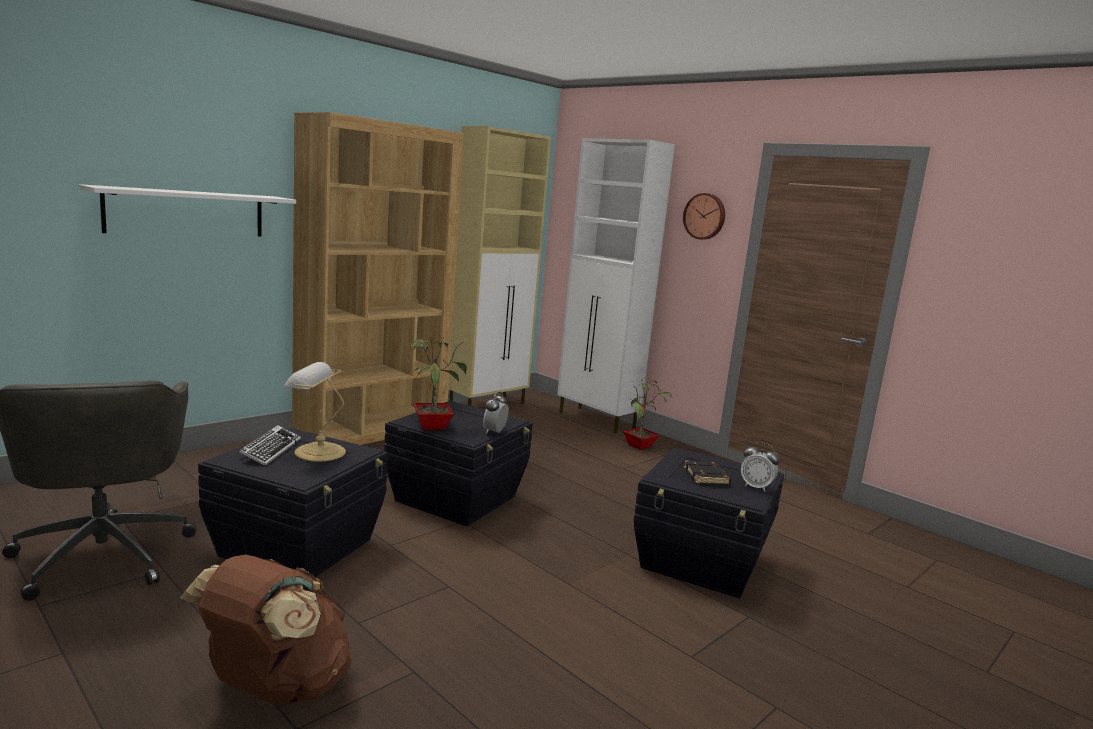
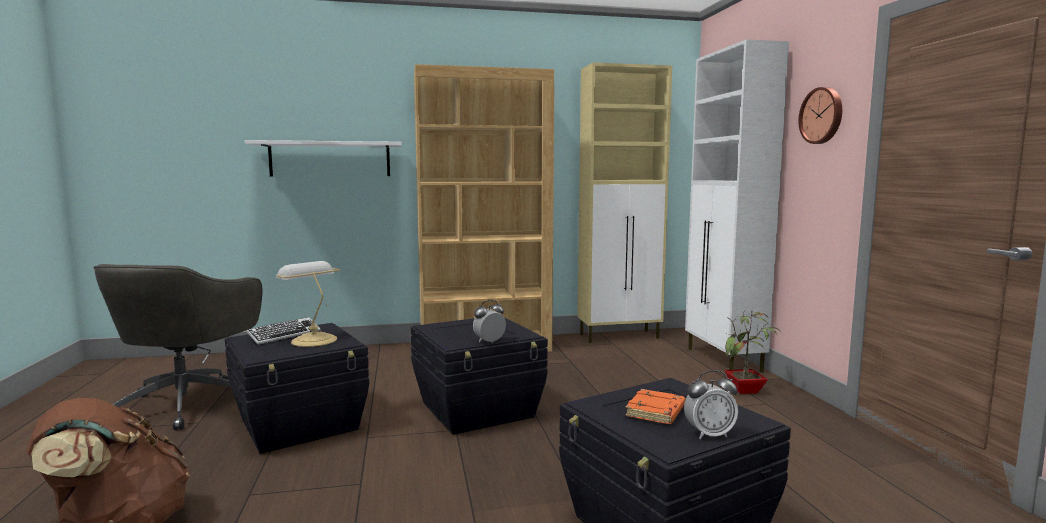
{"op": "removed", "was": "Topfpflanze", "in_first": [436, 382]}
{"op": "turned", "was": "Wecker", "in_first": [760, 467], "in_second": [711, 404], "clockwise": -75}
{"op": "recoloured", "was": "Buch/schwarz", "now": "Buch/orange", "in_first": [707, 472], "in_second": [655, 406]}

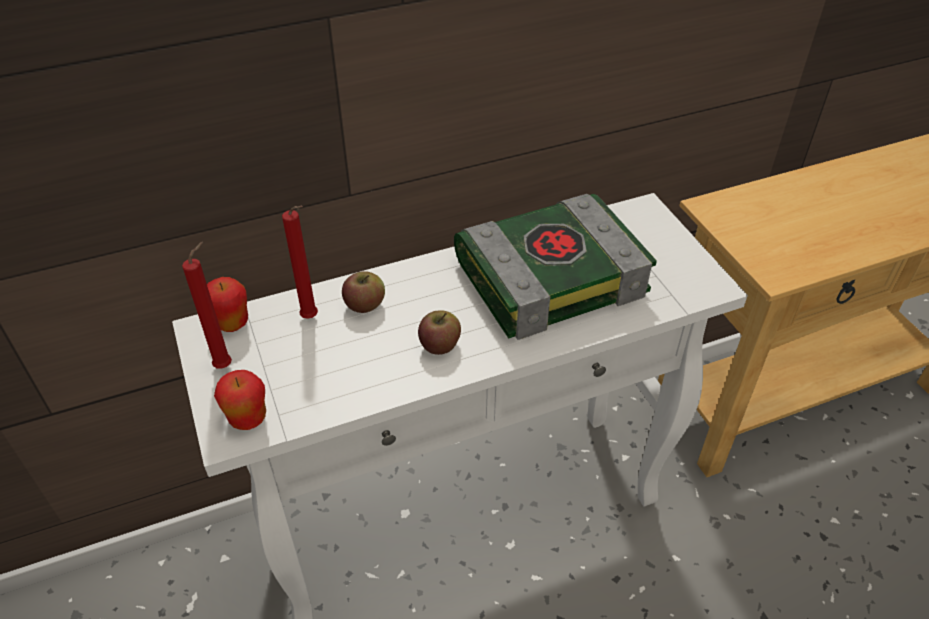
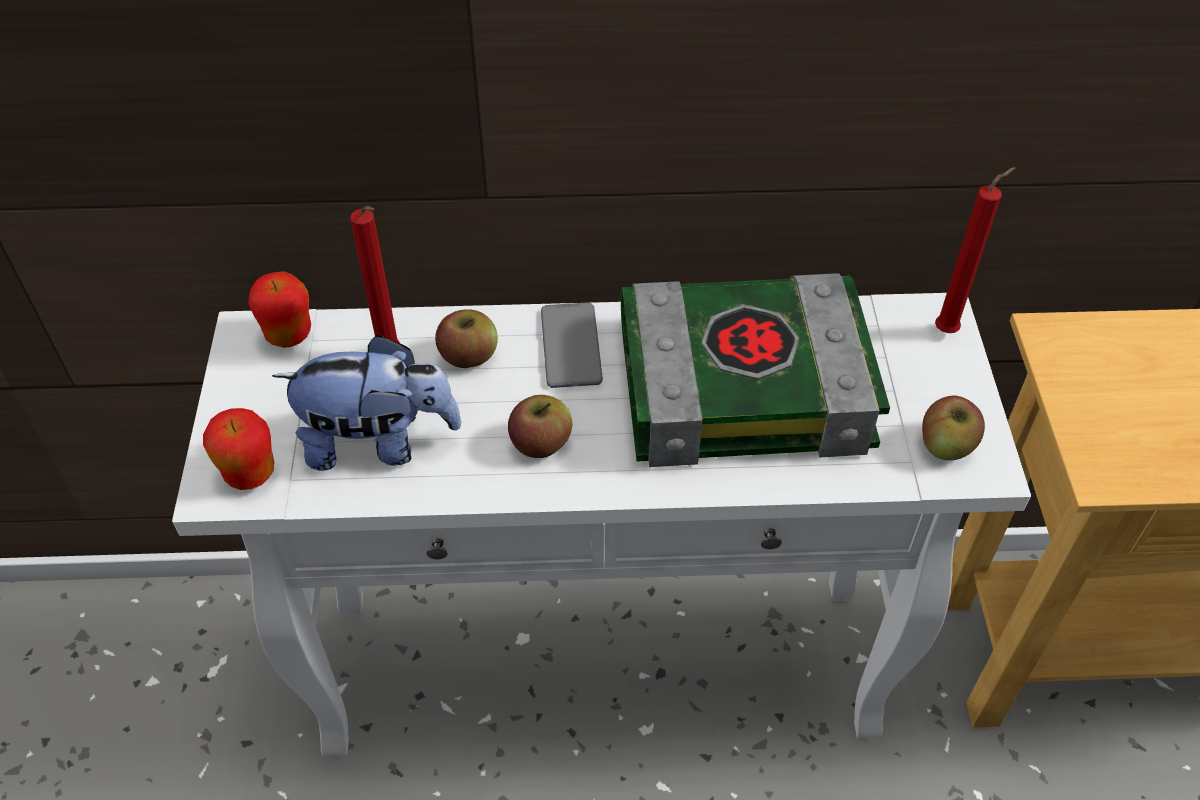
{"op": "moved", "was": "Kerze/rot", "in_first": [207, 305], "in_second": [975, 250]}
{"op": "added", "now": "Handy", "in_second": [572, 345]}
{"op": "added", "now": "Plüschtier", "in_second": [367, 403]}
{"op": "added", "now": "Apfel", "in_second": [953, 428]}

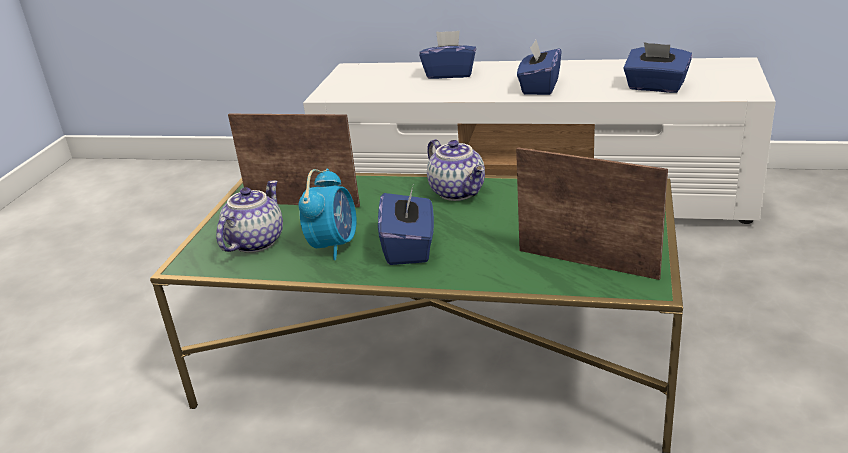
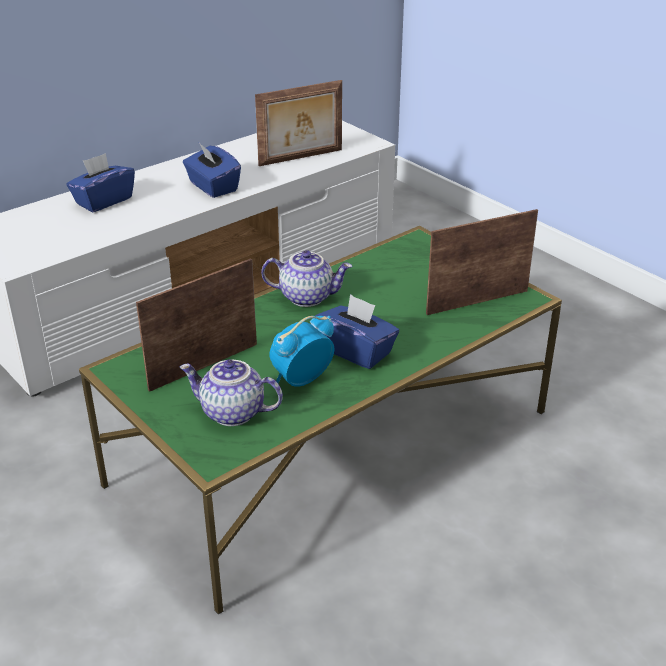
{"op": "replaced", "was": "Taschentuchbox/blau", "now": "Bilderrahmen", "in_first": [657, 67], "in_second": [298, 123]}
{"op": "turned", "was": "Wecker", "in_first": [328, 214], "in_second": [301, 351], "clockwise": -90}
{"op": "turned", "was": "Teekanne", "in_first": [249, 216], "in_second": [231, 393], "clockwise": -45}

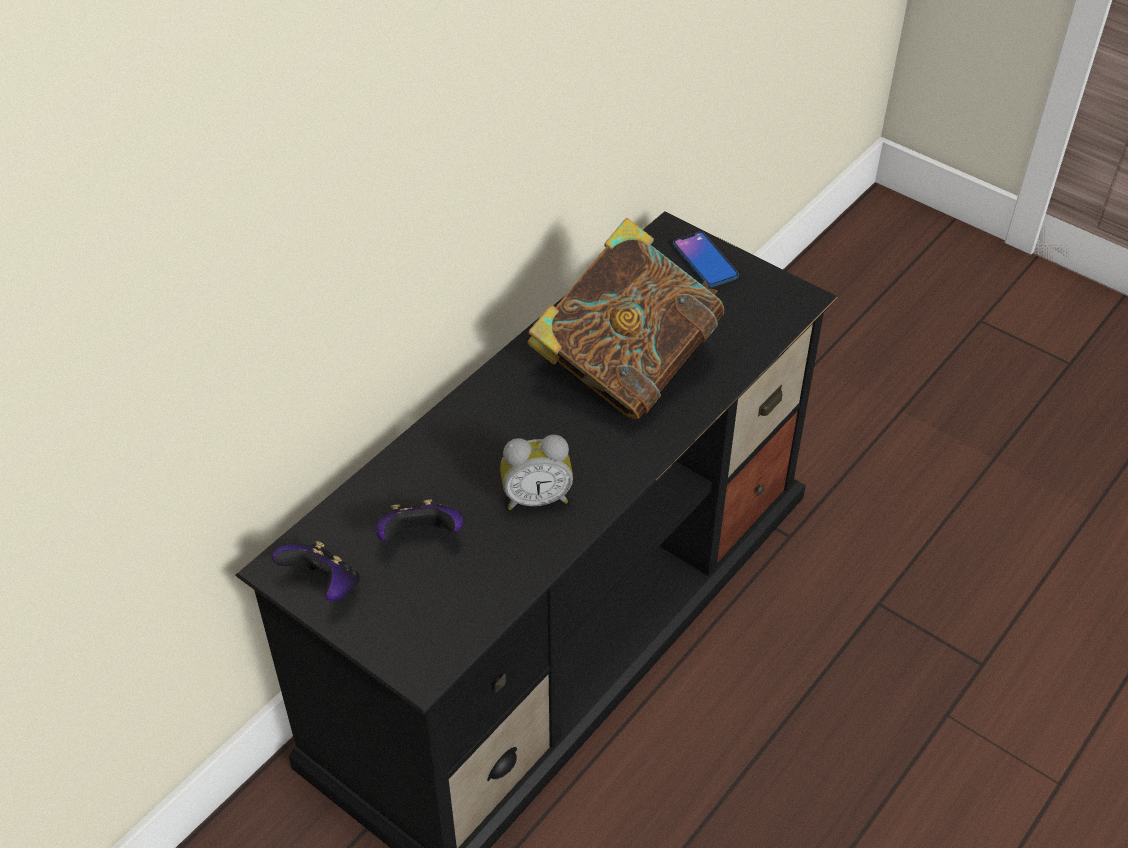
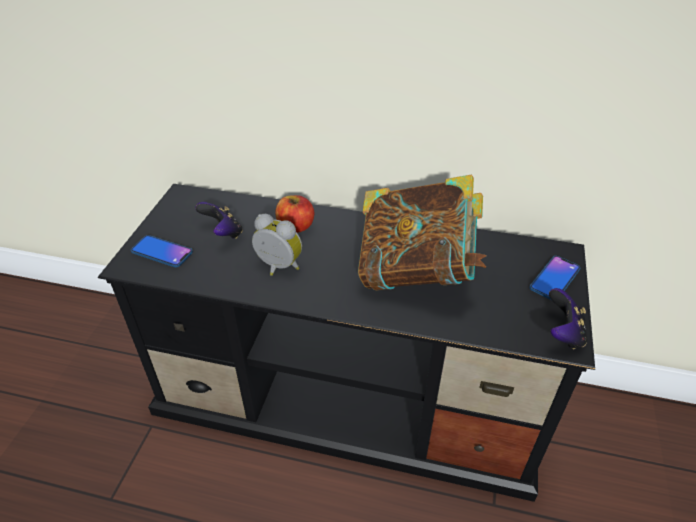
{"op": "turned", "was": "Wecker", "in_first": [536, 472], "in_second": [277, 245], "clockwise": 150}
{"op": "moved", "was": "Gamepad", "in_first": [316, 571], "in_second": [568, 318]}
{"op": "added", "now": "Apfel", "in_second": [294, 214]}
{"op": "added", "now": "Handy", "in_second": [162, 251]}

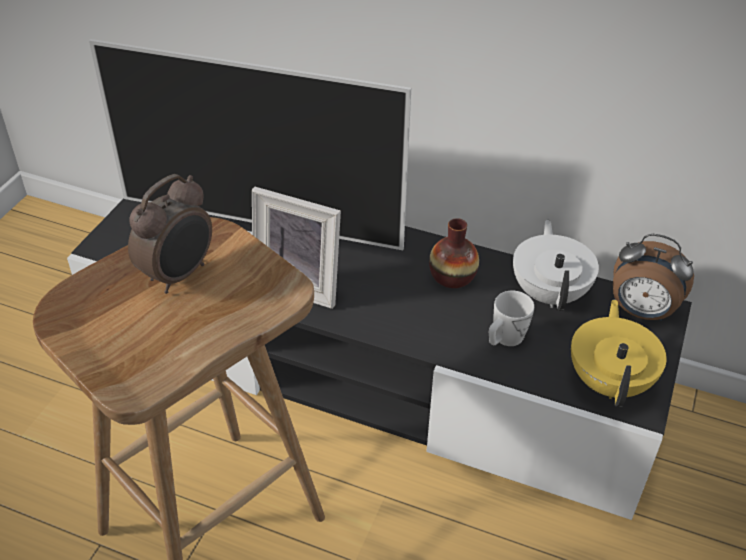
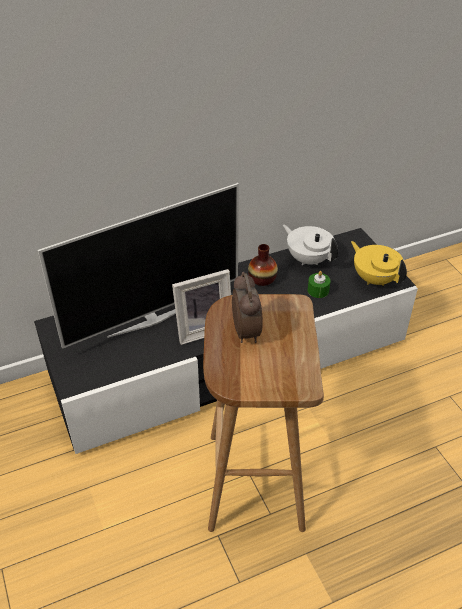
{"op": "removed", "was": "Wecker", "in_first": [653, 277]}
{"op": "replaced", "was": "Henkelbecher/weiß", "now": "Kerze/grün", "in_first": [511, 318], "in_second": [319, 284]}

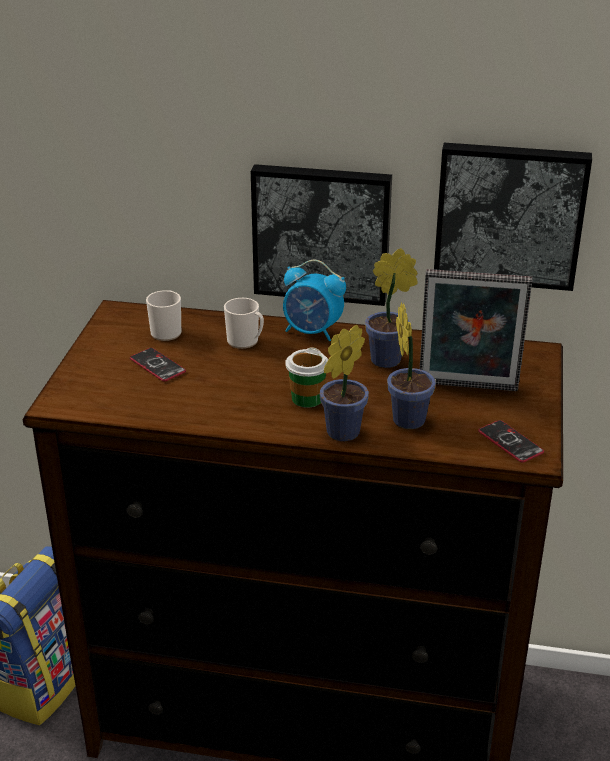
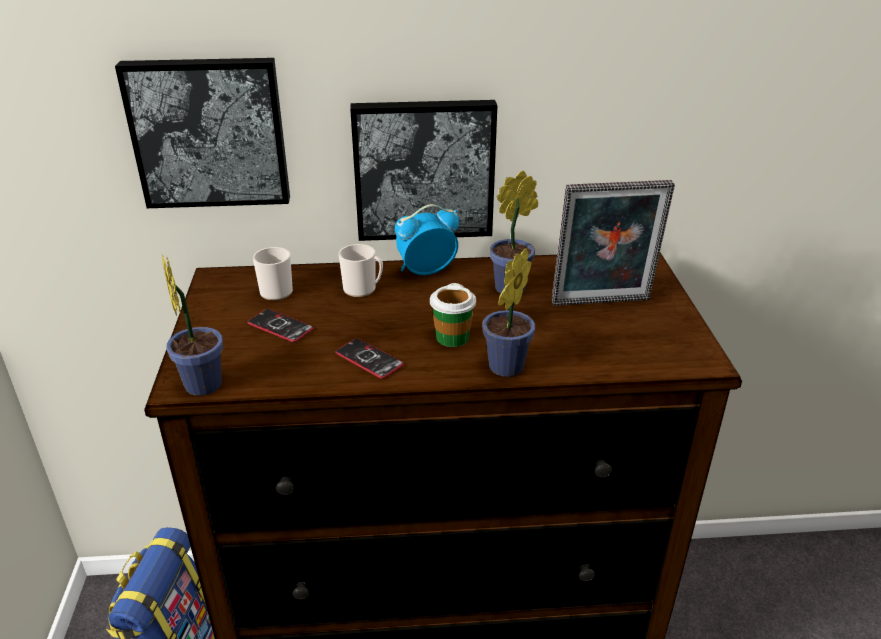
{"op": "moved", "was": "Bild", "in_first": [513, 217], "in_second": [202, 133]}
{"op": "turned", "was": "Wecker", "in_first": [314, 300], "in_second": [427, 239], "clockwise": 150}
{"op": "moved", "was": "Topfpflanze", "in_first": [411, 366], "in_second": [192, 325]}
{"op": "moved", "was": "Handy", "in_first": [511, 441], "in_second": [369, 358]}

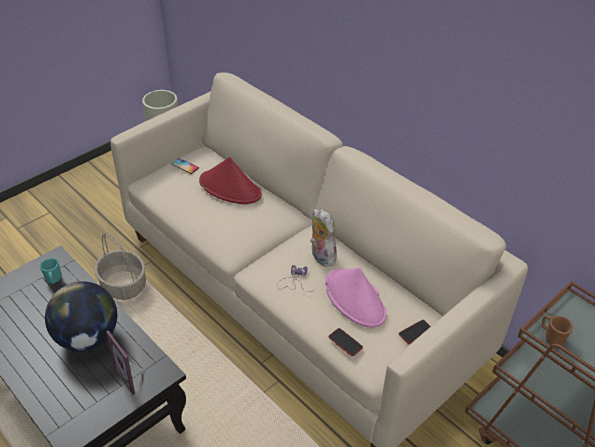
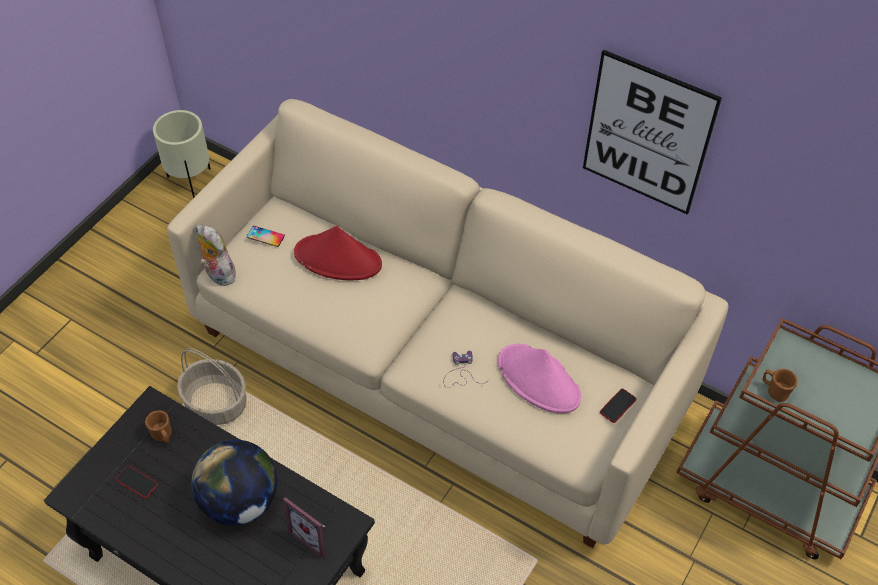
{"op": "moved", "was": "Plüschtier", "in_first": [323, 238], "in_second": [216, 255]}
{"op": "recoloured", "was": "Henkelbecher/türkis", "now": "Henkelbecher/braun", "in_first": [51, 271], "in_second": [158, 427]}
{"op": "moved", "was": "Handy", "in_first": [345, 342], "in_second": [137, 481]}
{"op": "added", "now": "Bild", "in_second": [652, 132]}

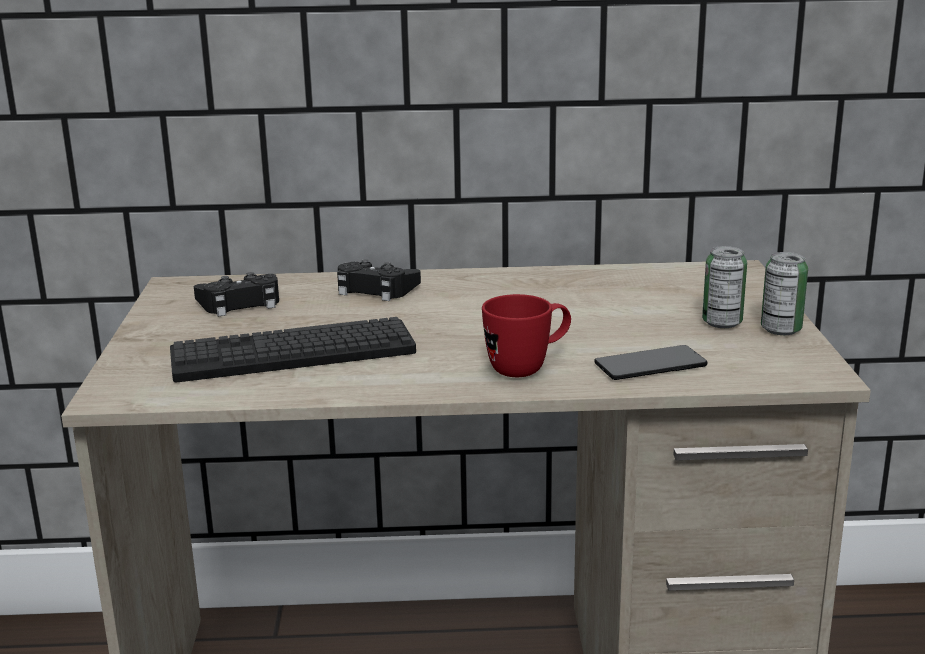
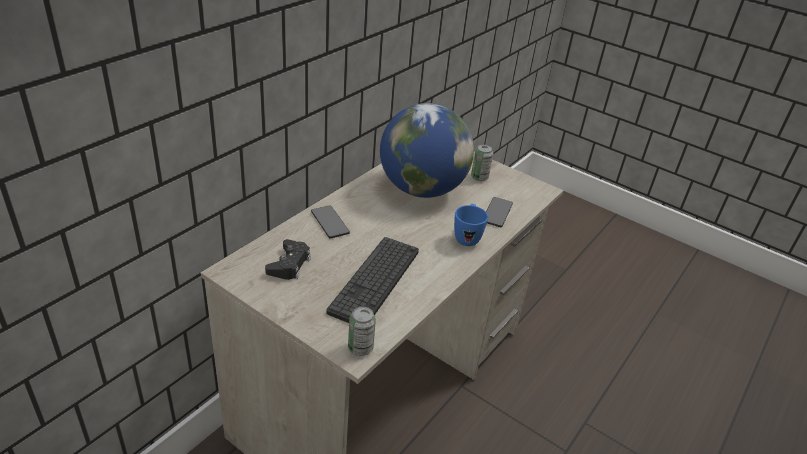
{"op": "moved", "was": "Dose", "in_first": [784, 293], "in_second": [362, 331]}
{"op": "replaced", "was": "Gamepad/schwarz", "now": "Handy", "in_first": [379, 280], "in_second": [330, 222]}
{"op": "recoloured", "was": "Henkelbecher/rot", "now": "Henkelbecher/blau", "in_first": [526, 335], "in_second": [471, 225]}
{"op": "added", "now": "Globus", "in_second": [427, 150]}

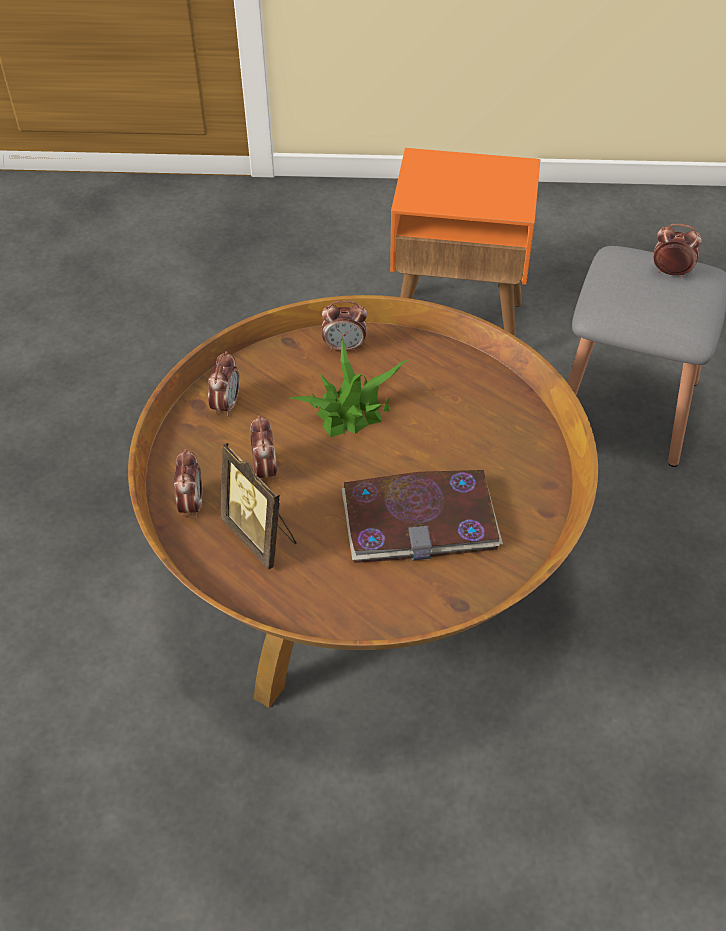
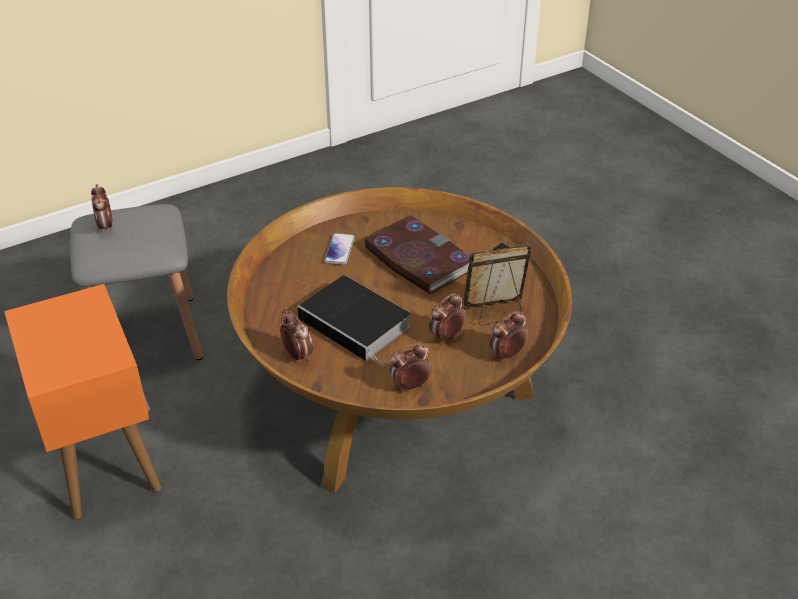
{"op": "replaced", "was": "Topfpflanze", "now": "Buch", "in_first": [349, 388], "in_second": [354, 321]}
{"op": "turned", "was": "Bilderrahmen", "in_first": [258, 506], "in_second": [497, 284], "clockwise": -120}
{"op": "added", "now": "Handy", "in_second": [340, 249]}

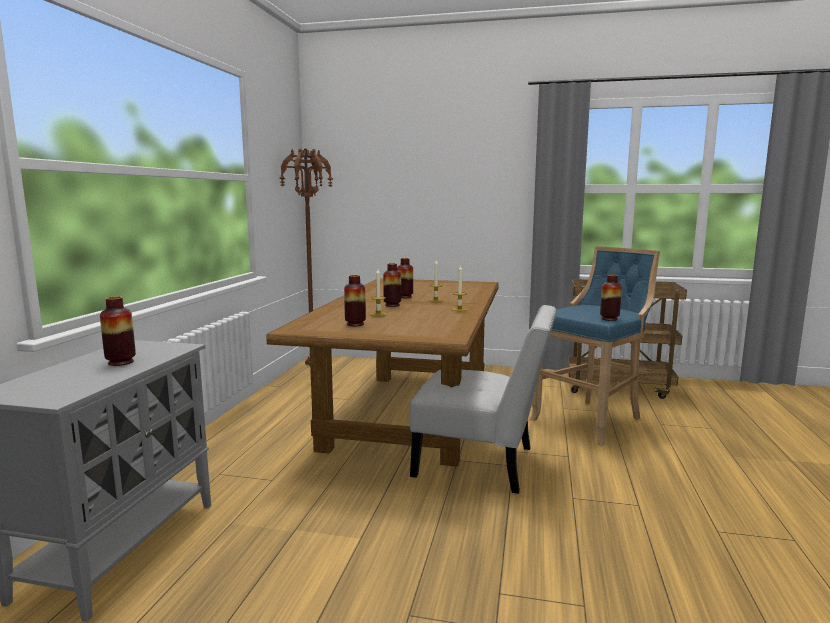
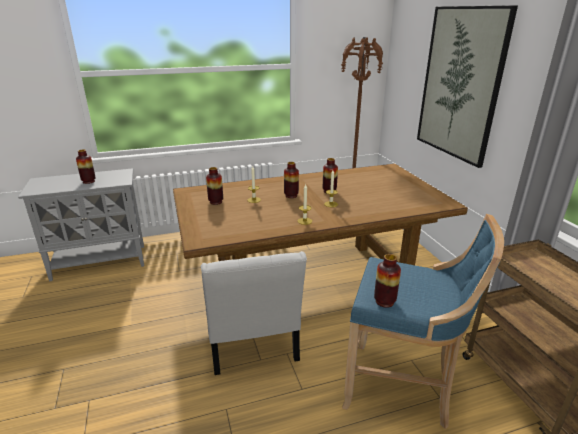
{"op": "added", "now": "Bild", "in_second": [467, 86]}

